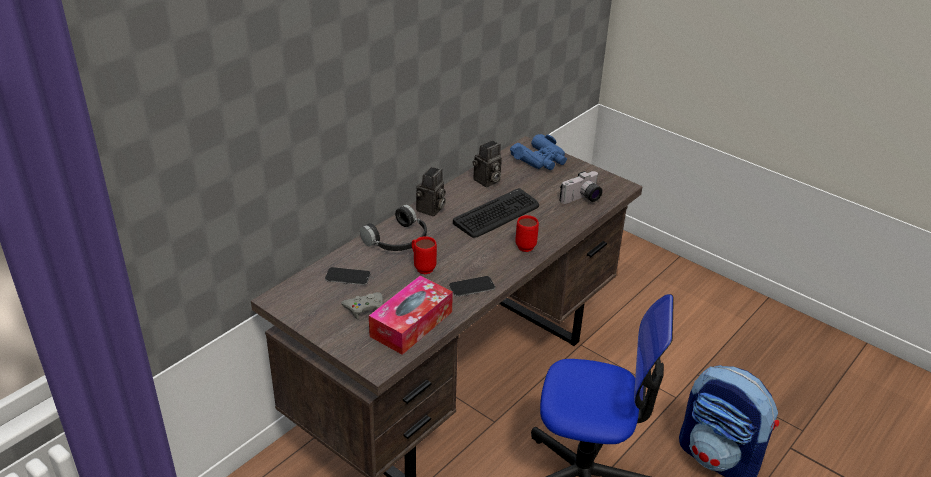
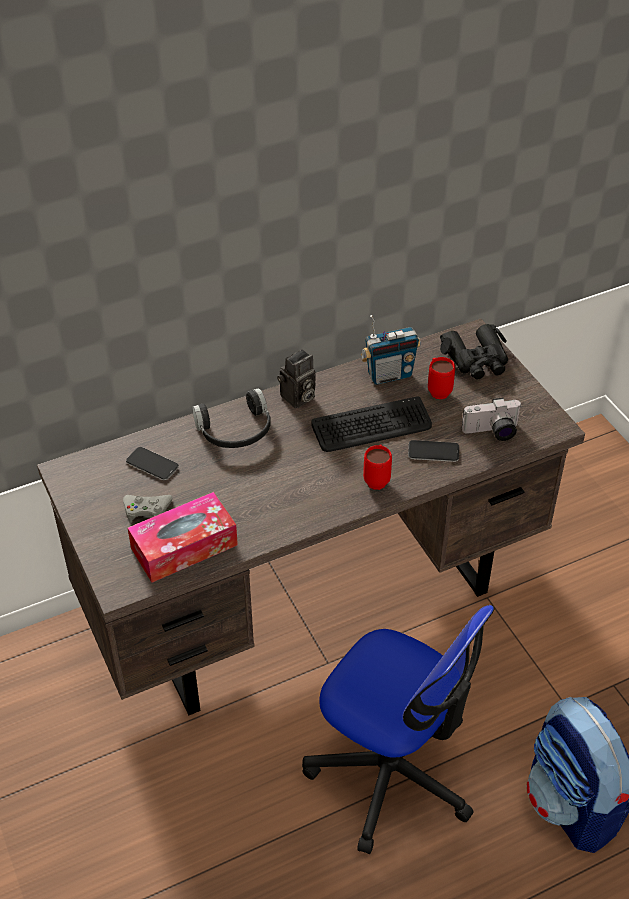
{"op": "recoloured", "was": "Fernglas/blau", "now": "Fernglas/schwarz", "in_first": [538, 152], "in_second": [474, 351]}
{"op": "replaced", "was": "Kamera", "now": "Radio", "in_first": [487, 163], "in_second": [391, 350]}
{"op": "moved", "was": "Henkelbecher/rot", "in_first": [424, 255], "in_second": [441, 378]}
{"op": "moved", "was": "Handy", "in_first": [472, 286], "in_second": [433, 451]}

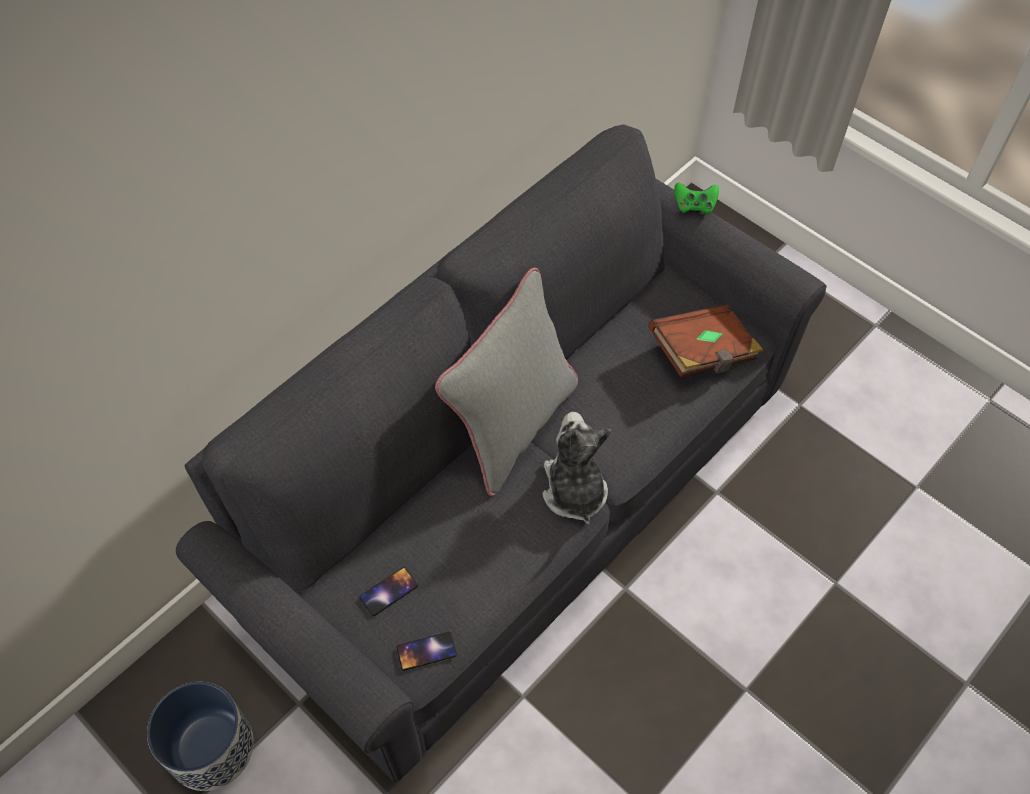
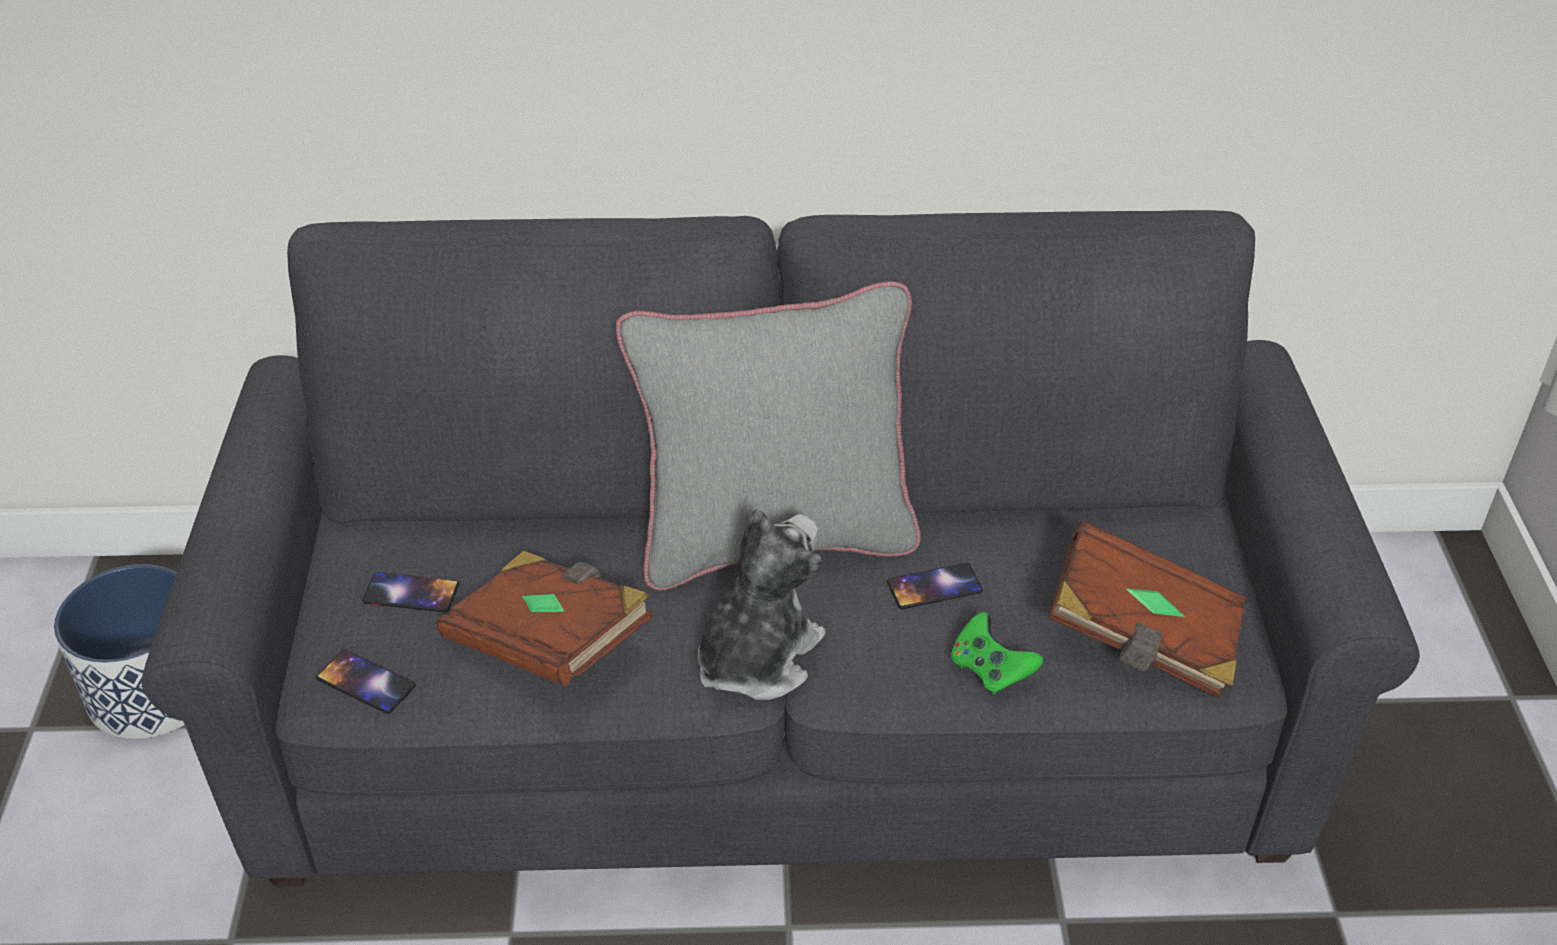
{"op": "moved", "was": "Gamepad/grün", "in_first": [696, 198], "in_second": [997, 653]}
{"op": "added", "now": "Buch/braun", "in_second": [545, 619]}
{"op": "added", "now": "Handy", "in_second": [935, 586]}

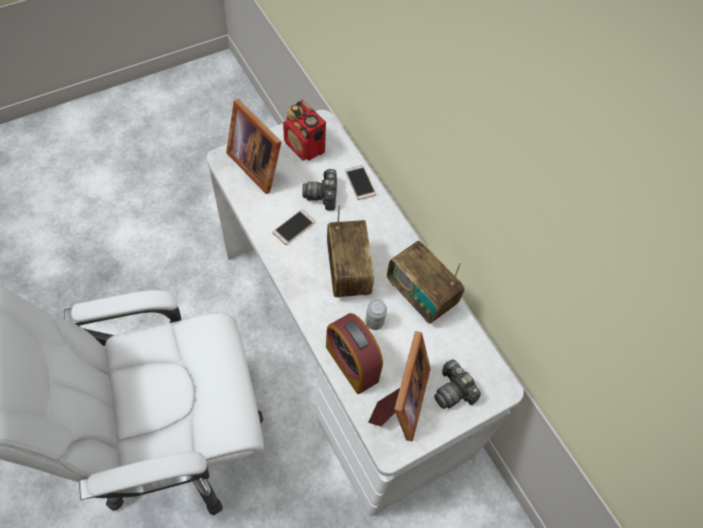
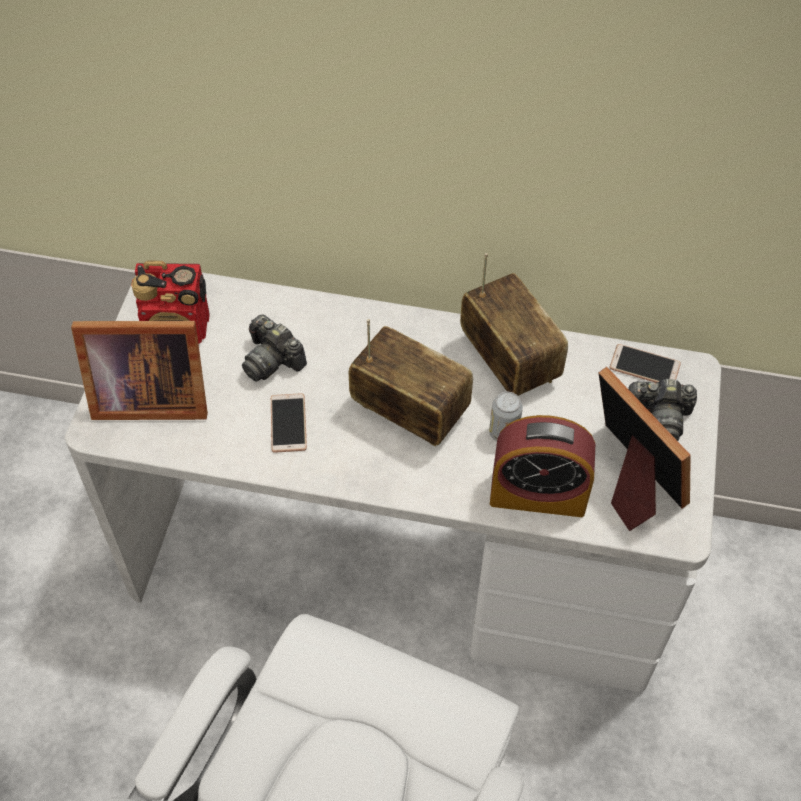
{"op": "moved", "was": "Handy", "in_first": [360, 182], "in_second": [645, 363]}
{"op": "turned", "was": "Radio", "in_first": [425, 282], "in_second": [514, 324], "clockwise": -120}

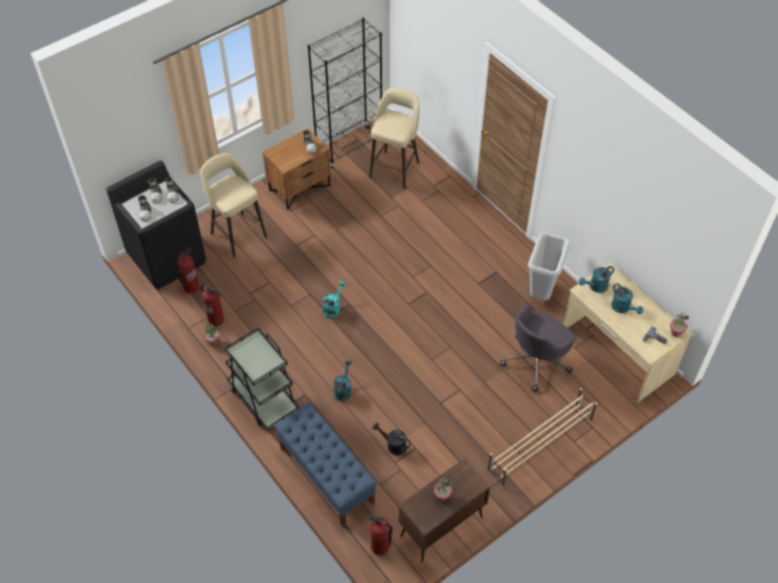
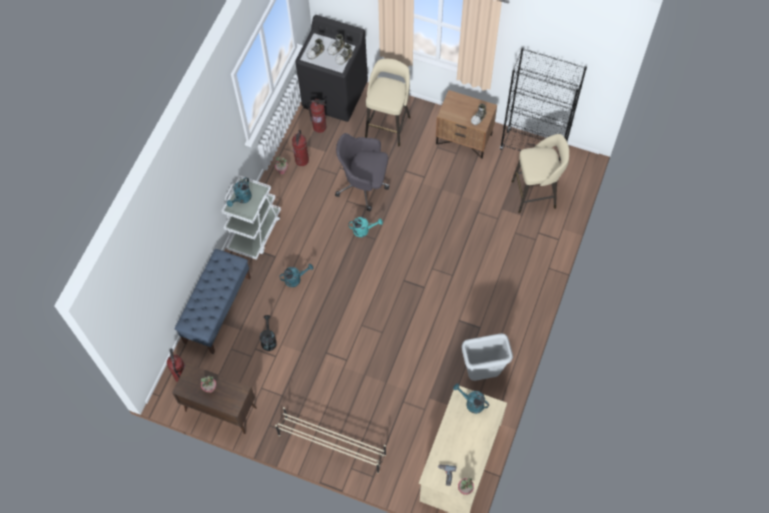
{"op": "moved", "was": "Gießkanne/türkis", "in_first": [627, 298], "in_second": [239, 192]}
{"op": "moved", "was": "Bürostuhl/grau", "in_first": [538, 348], "in_second": [362, 172]}
{"op": "recoloured", "was": "Rollwagen/schwarz", "now": "Rollwagen/weiß", "in_first": [261, 379], "in_second": [251, 218]}

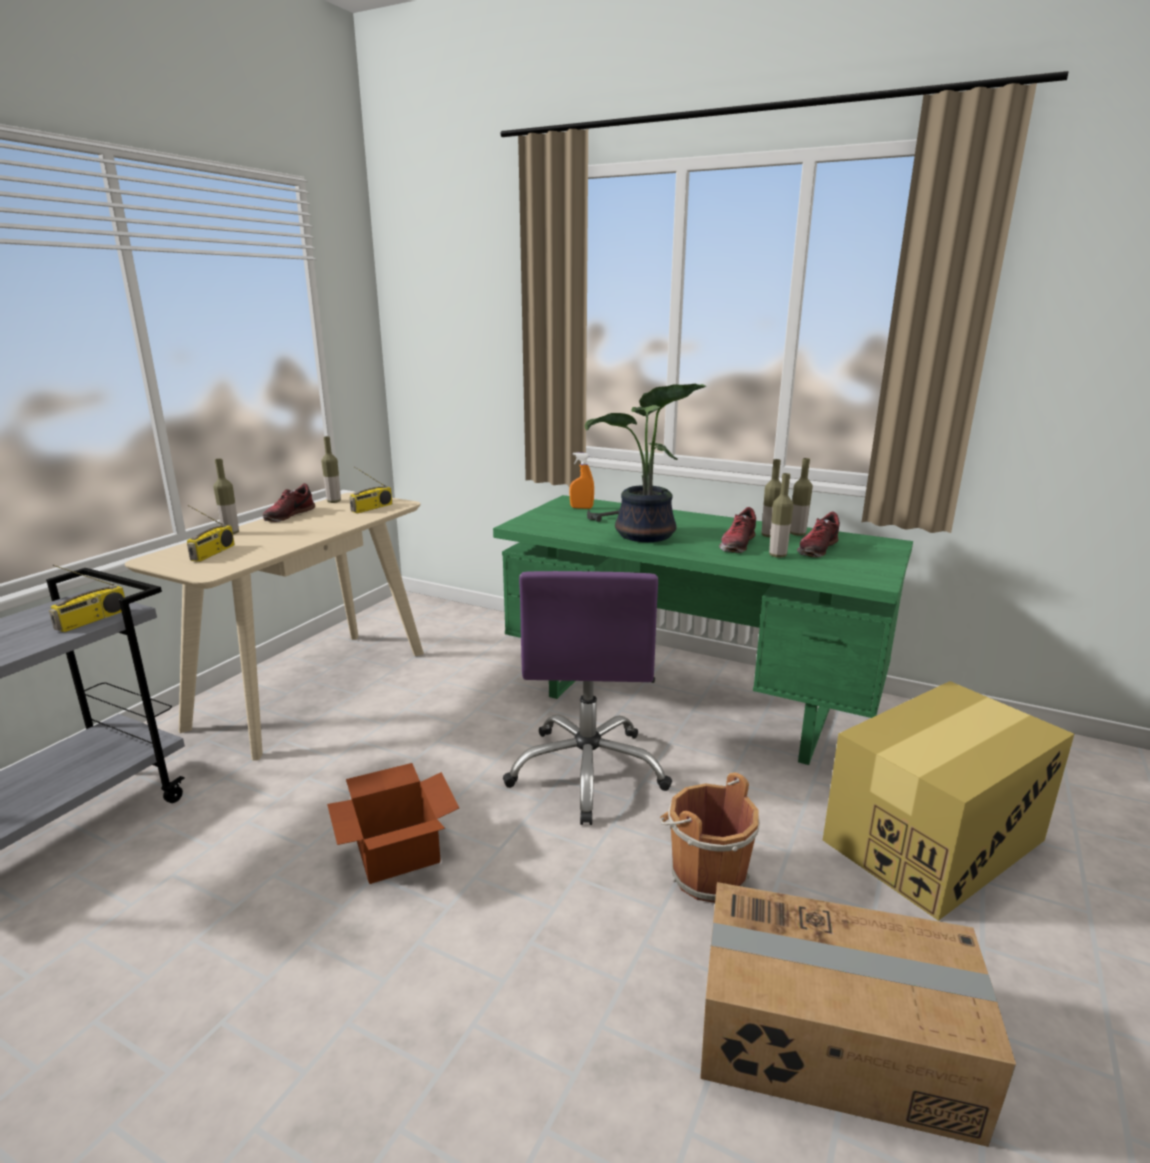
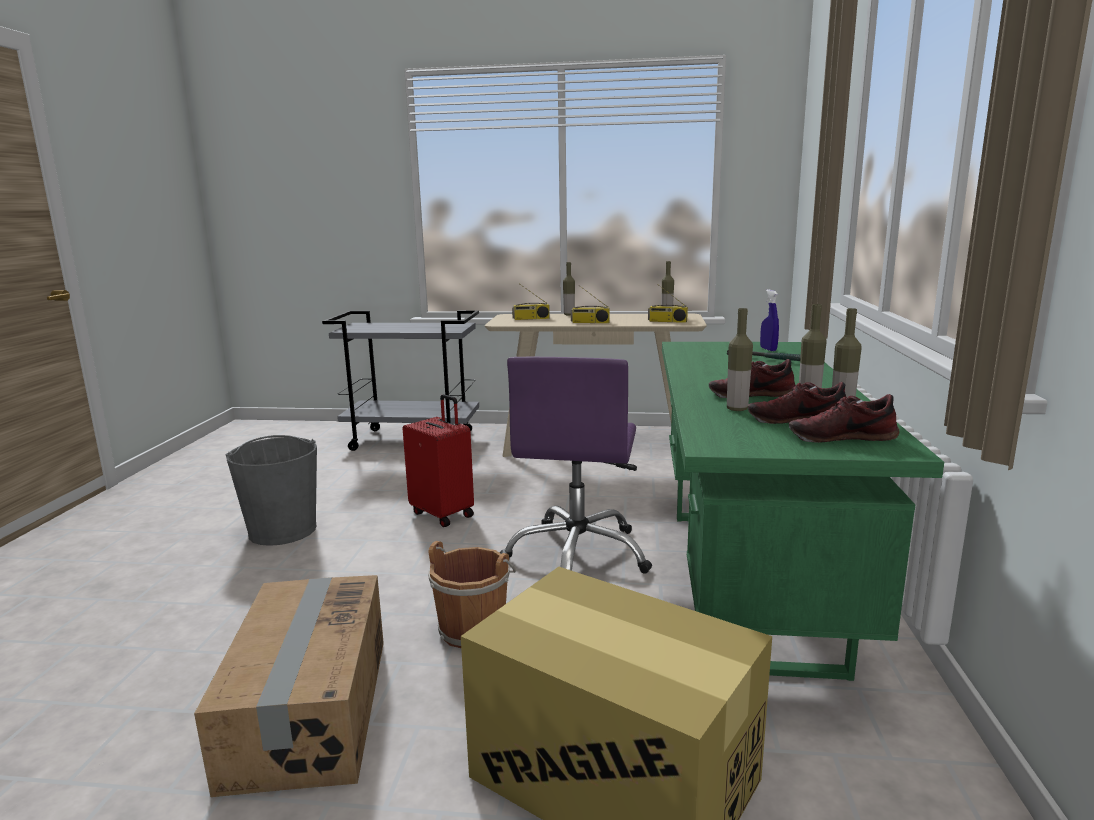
{"op": "removed", "was": "Topfpflanze", "in_first": [645, 463]}
{"op": "recoloured", "was": "Sprühflasche/orange", "now": "Sprühflasche/blau", "in_first": [581, 480], "in_second": [769, 320]}
{"op": "moved", "was": "Schuh", "in_first": [289, 502], "in_second": [844, 418]}
{"op": "moved", "was": "Radio", "in_first": [87, 598], "in_second": [590, 304]}
{"op": "turned", "was": "Bürostuhl/lila", "in_first": [587, 698], "in_second": [576, 465], "clockwise": -60}
{"op": "replaced", "was": "Karton", "now": "Koffer/rot", "in_first": [393, 823], "in_second": [438, 460]}
{"op": "added", "now": "Eimer/grau", "in_second": [271, 490]}

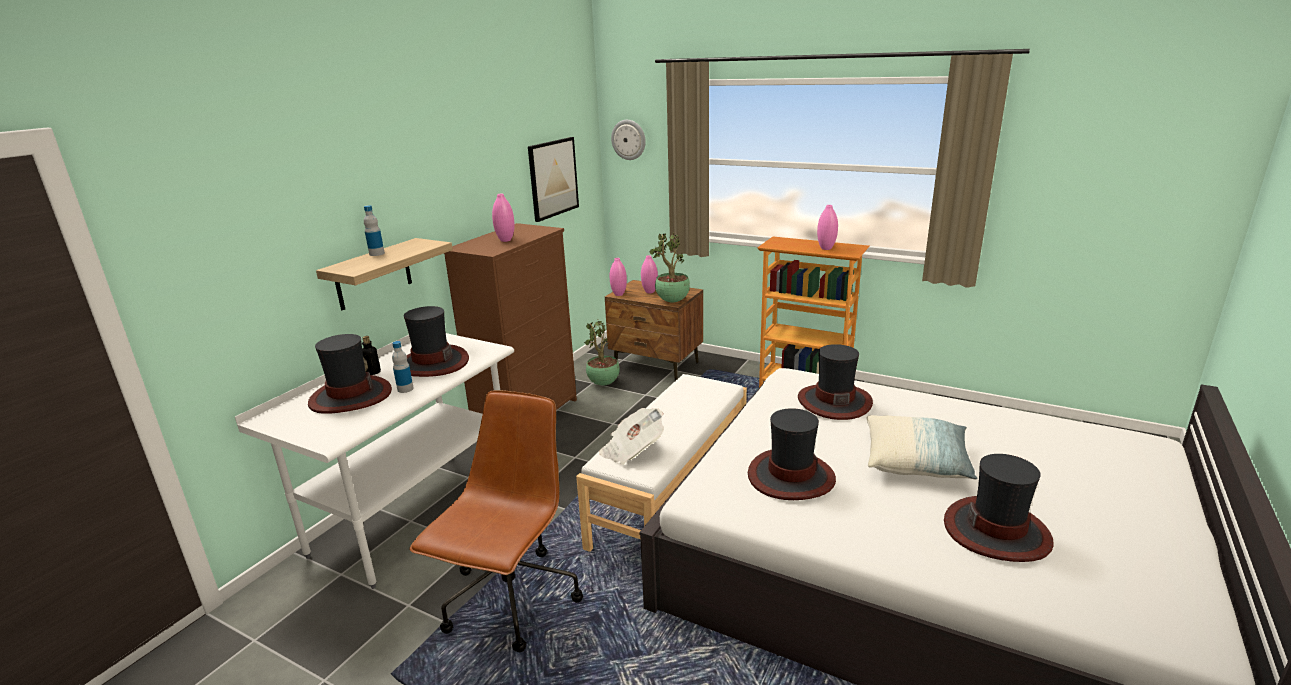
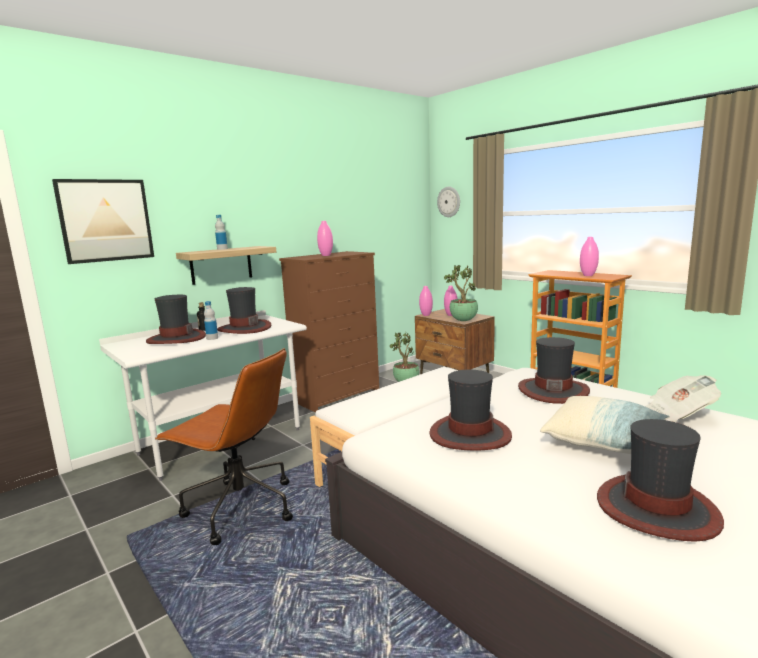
{"op": "moved", "was": "Bild", "in_first": [553, 179], "in_second": [103, 221]}
{"op": "turned", "was": "Bürostuhl/braun", "in_first": [496, 521], "in_second": [224, 446], "clockwise": 75}
{"op": "moved", "was": "Zeitung", "in_first": [631, 436], "in_second": [683, 398]}

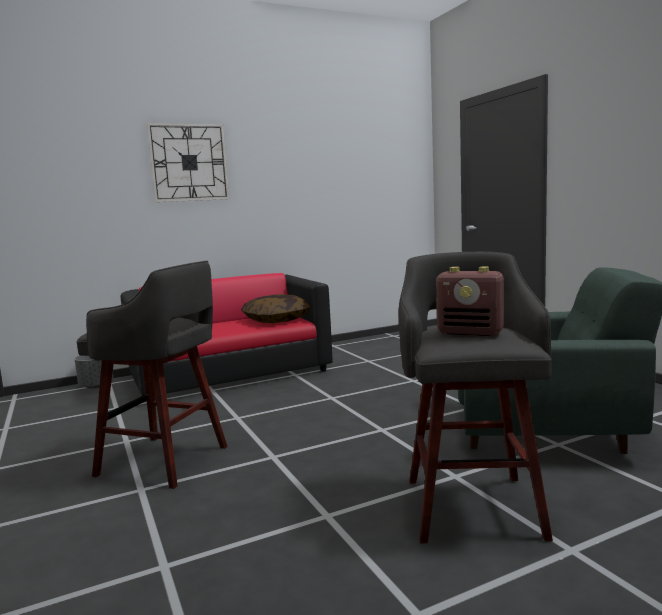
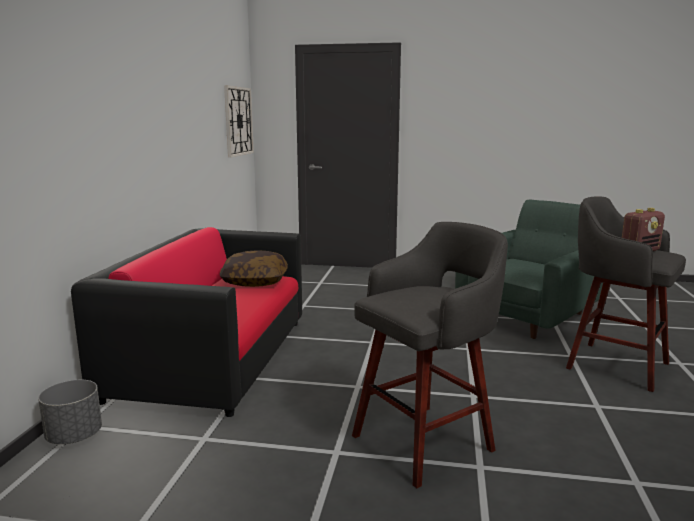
{"op": "moved", "was": "Wanduhr", "in_first": [188, 162], "in_second": [239, 121]}

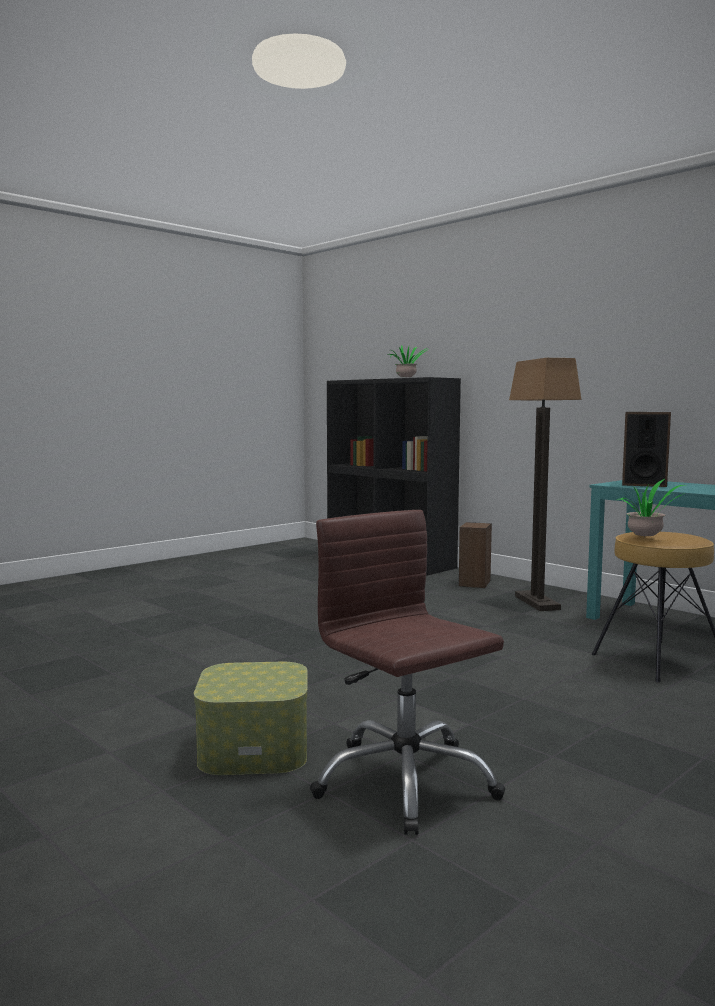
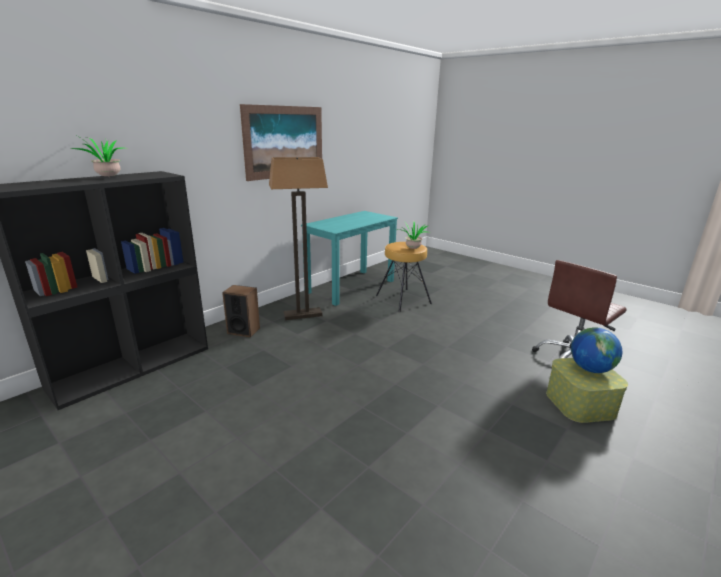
{"op": "removed", "was": "Lautsprecher", "in_first": [646, 449]}
{"op": "added", "now": "Bild", "in_second": [281, 142]}
{"op": "added", "now": "Globus", "in_second": [596, 350]}

